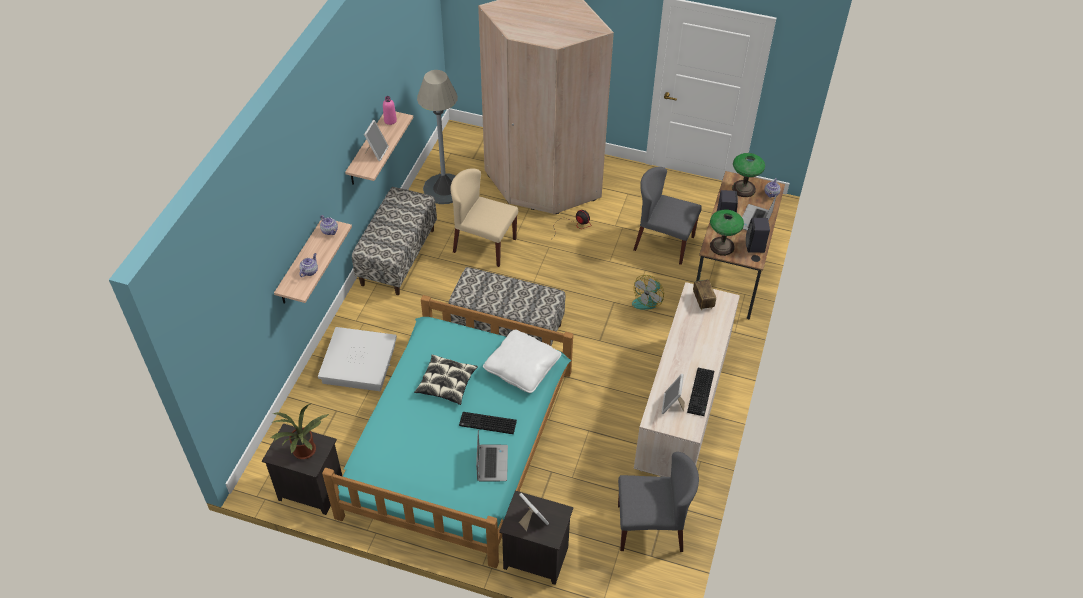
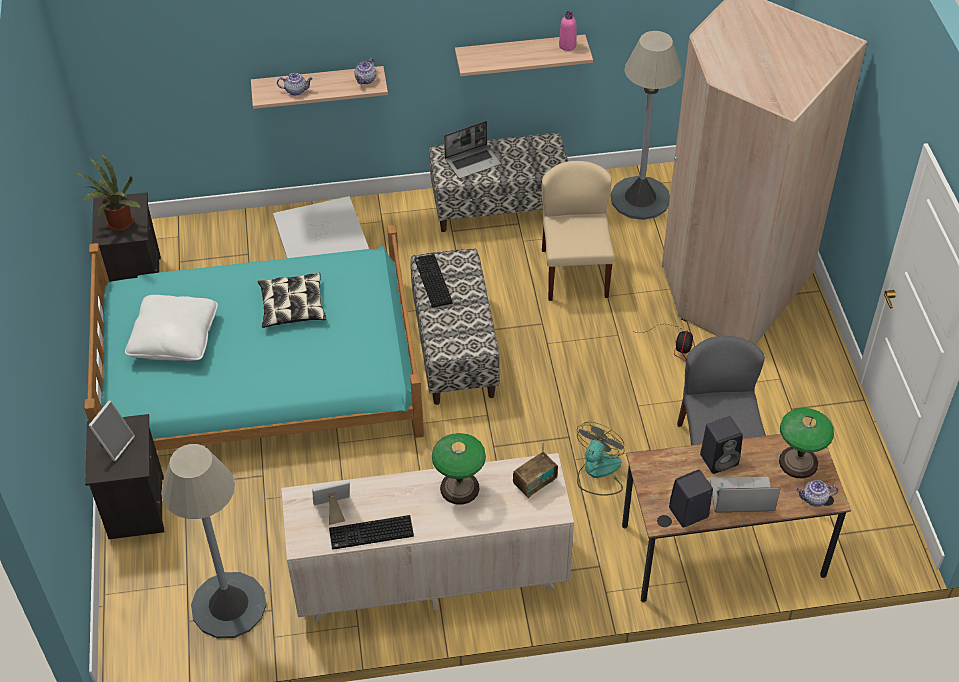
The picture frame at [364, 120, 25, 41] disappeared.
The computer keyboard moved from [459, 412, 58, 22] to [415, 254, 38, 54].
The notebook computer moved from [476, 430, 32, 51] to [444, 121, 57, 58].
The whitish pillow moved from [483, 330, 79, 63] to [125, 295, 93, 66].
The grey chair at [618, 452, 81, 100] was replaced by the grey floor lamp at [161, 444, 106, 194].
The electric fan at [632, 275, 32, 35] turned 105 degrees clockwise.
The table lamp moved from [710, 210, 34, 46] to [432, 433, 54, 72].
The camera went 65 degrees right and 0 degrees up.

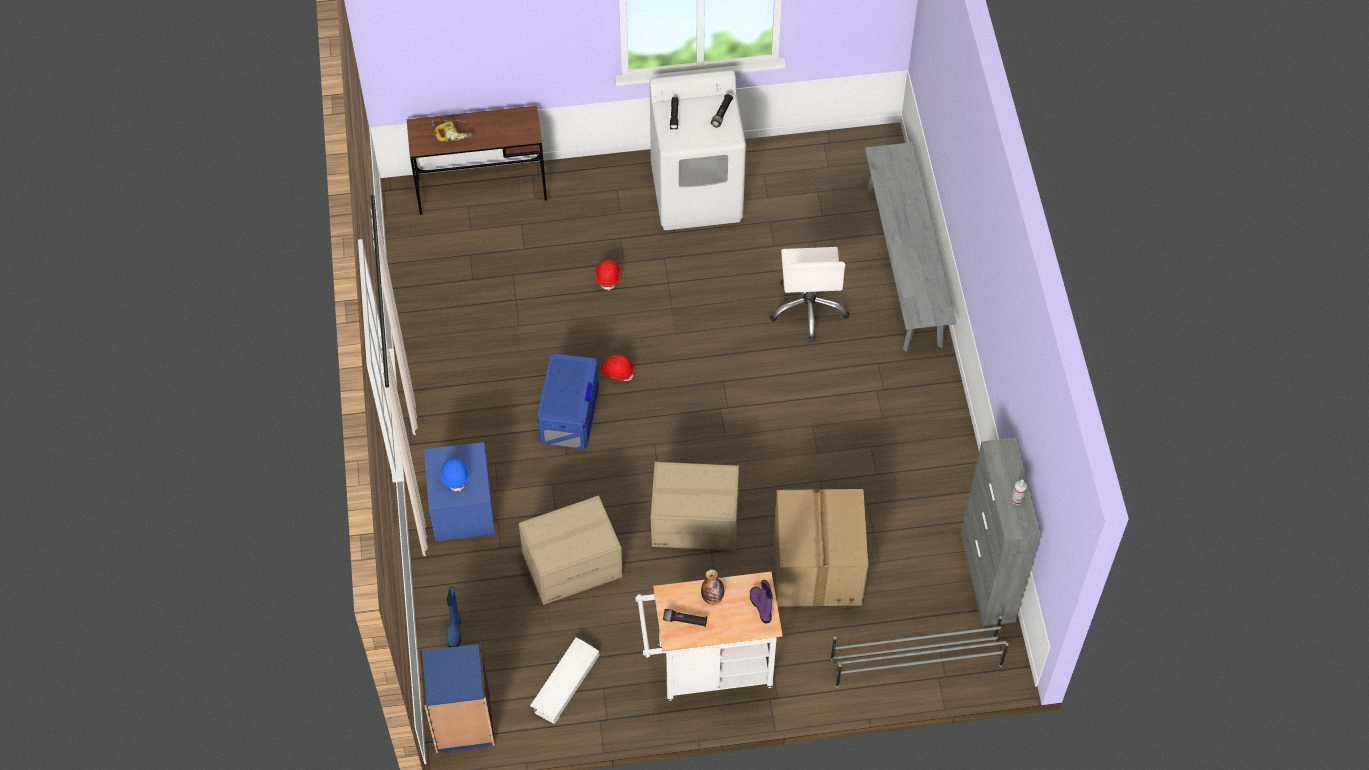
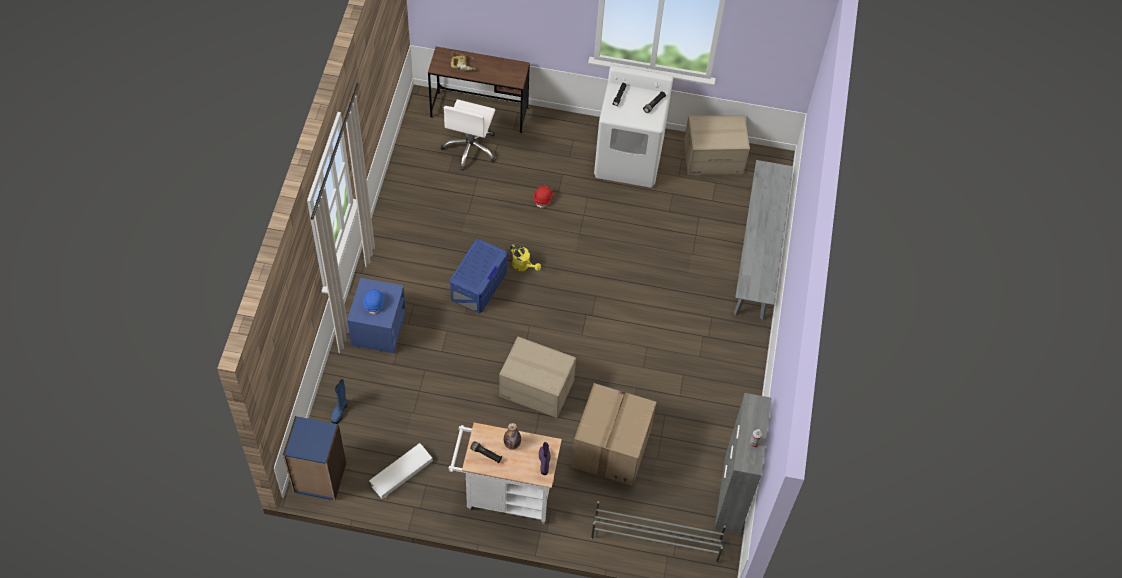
The packing box moved from [519, 496, 104, 109] to [684, 115, 66, 60].
The red work helmet at [600, 354, 34, 27] was replaced by the yellow-coloured sprinkling can at [510, 244, 31, 27].
The whitish computer chair moved from [770, 247, 79, 95] to [441, 99, 55, 72].
The camera went 15 degrees right and 0 degrees up.

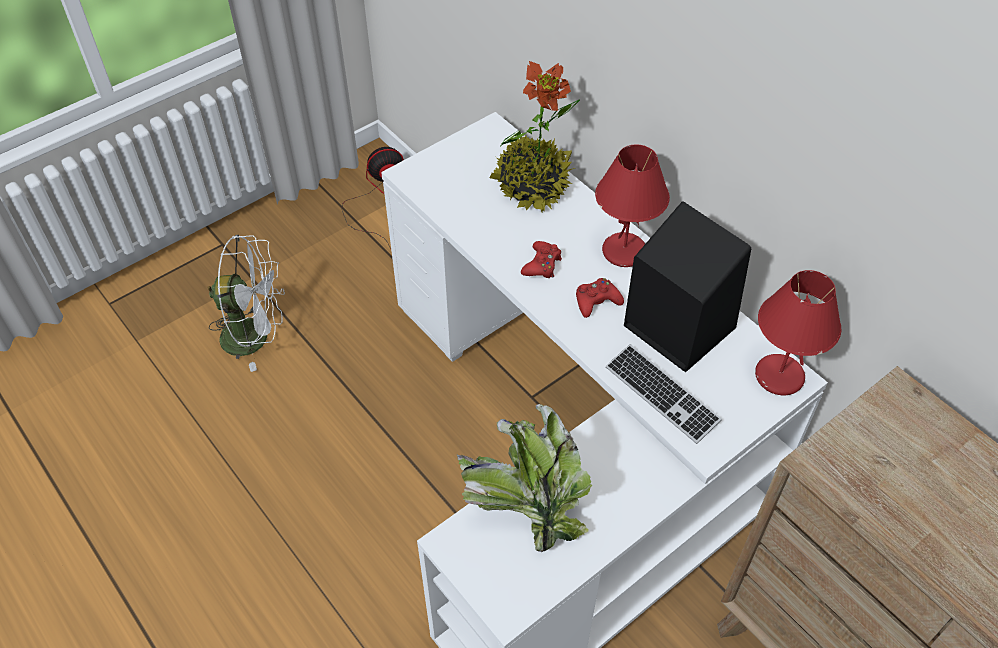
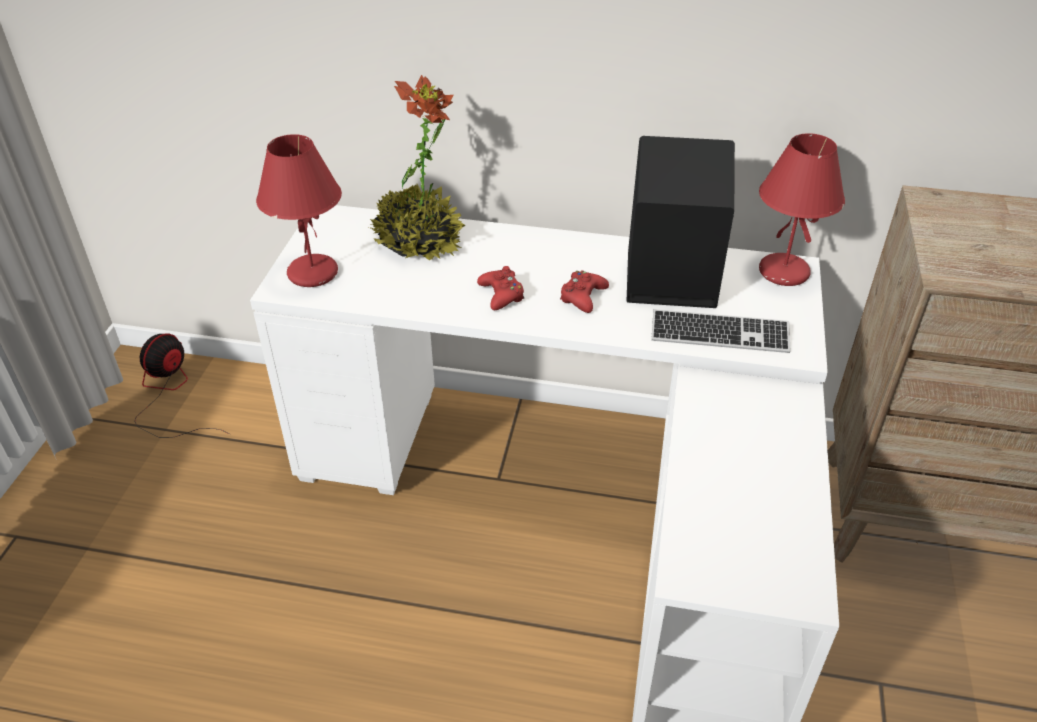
The whitish electric fan at [207, 235, 78, 137] disappeared.
The houseplant at [457, 404, 135, 148] disappeared.
The red table lamp moved from [595, 145, 75, 122] to [256, 134, 86, 153].
The camera went 40 degrees left and 10 degrees down.

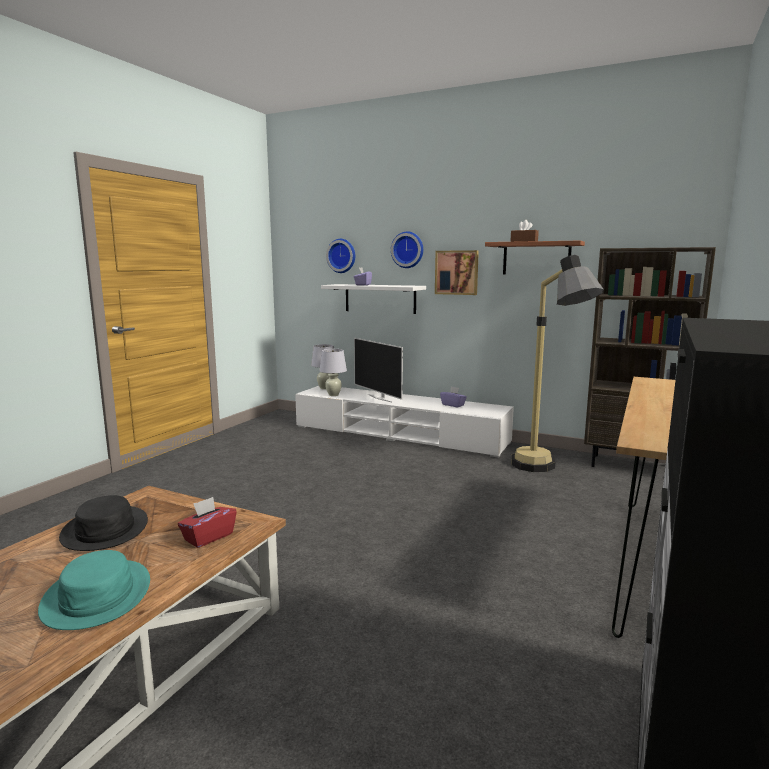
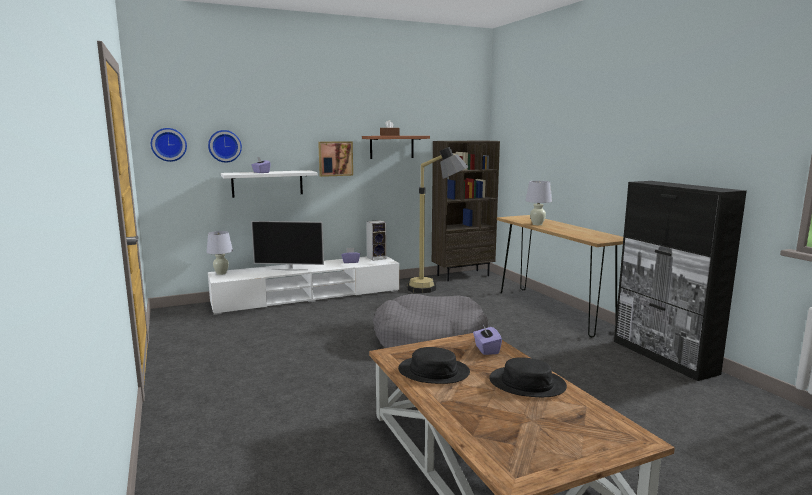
The turquoise wearable hat at [38, 550, 112, 80] became the black wearable hat at [489, 357, 78, 40].
The red box of tissues at [178, 497, 59, 51] became the purplish box of tissues at [473, 325, 29, 30].
The whitish table lamp moved from [319, 349, 28, 47] to [525, 181, 27, 44].
The hanging clock moved from [391, 231, 32, 37] to [151, 128, 36, 34].
The audio speaker at [366, 220, 21, 41] appeared.
The grey pet bed at [373, 294, 115, 54] appeared.
The camera went 50 degrees left and 0 degrees up.

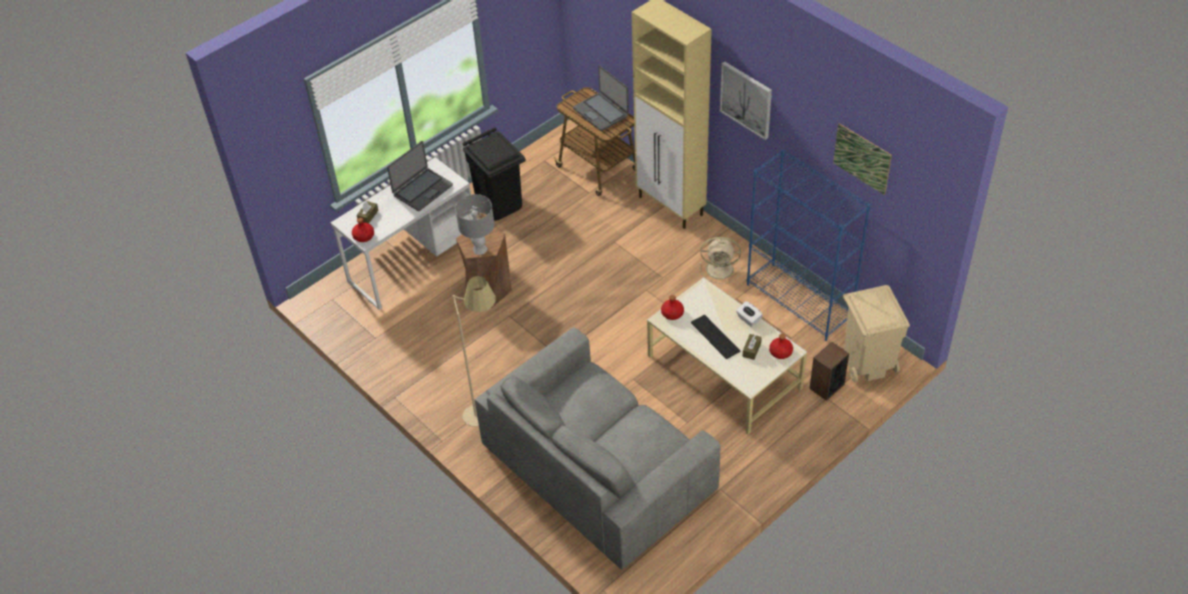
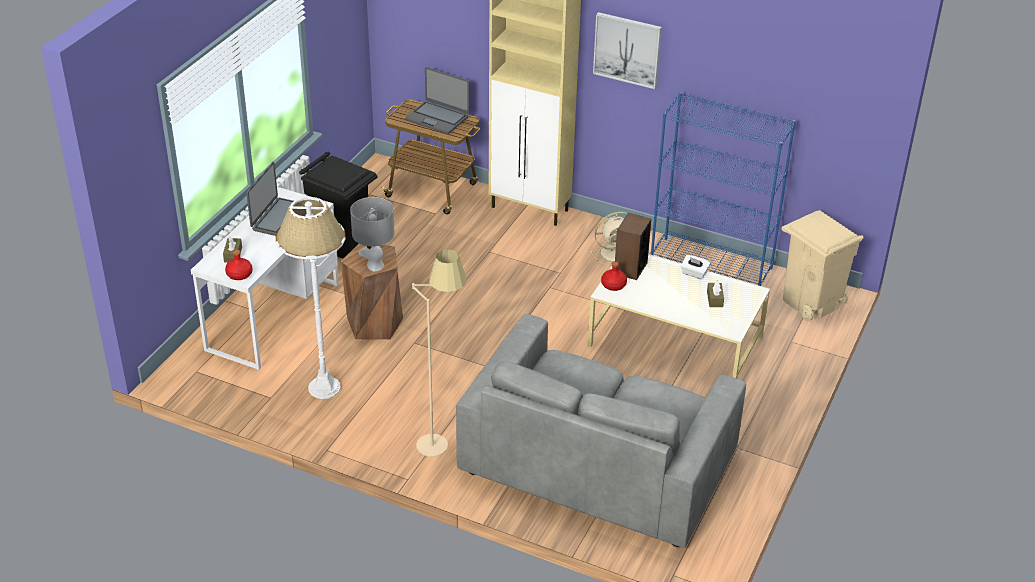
The computer keyboard at [691, 315, 49, 44] disappeared.
The red drink bottle at [769, 334, 24, 25] disappeared.
The audio speaker moved from [810, 342, 39, 59] to [615, 213, 36, 67].
The wall art at [833, 123, 59, 72] disappeared.
The whitish floor lamp at [276, 197, 70, 202] appeared.
The camera went 25 degrees left and 10 degrees down.

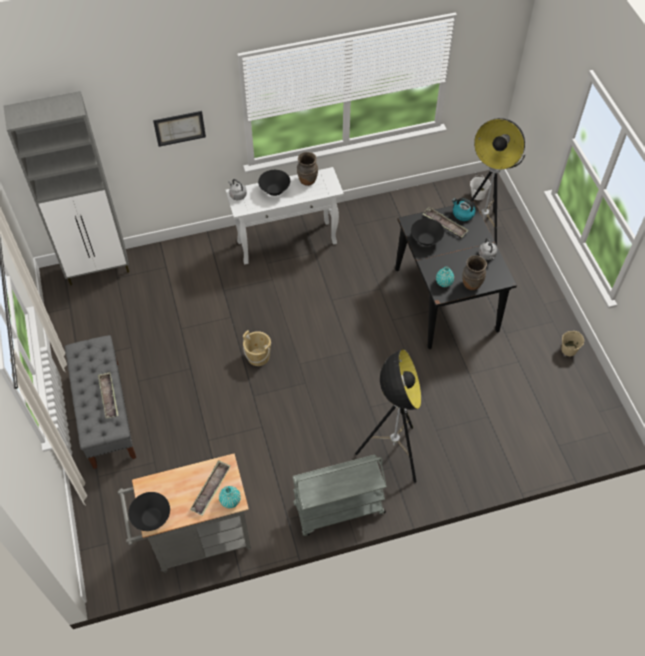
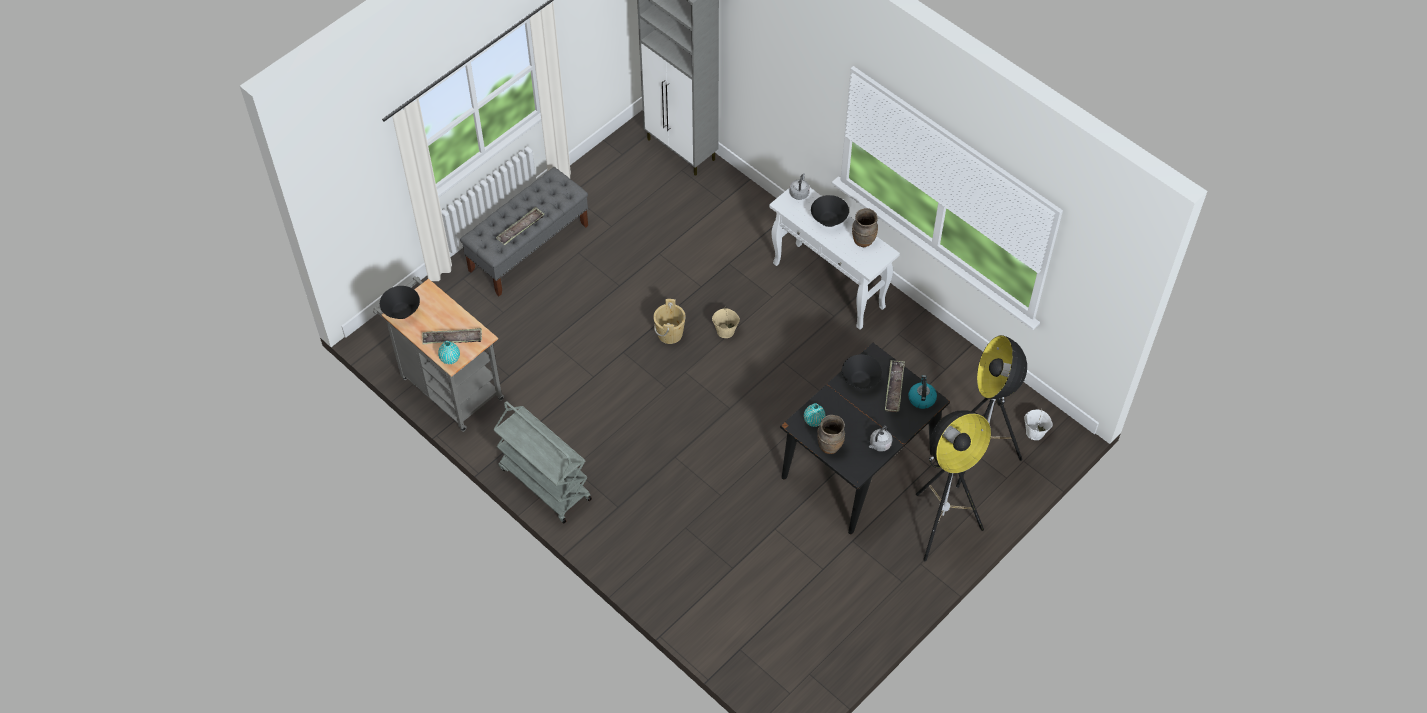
The wall art at [153, 111, 53, 36] disappeared.
The floor lamp moved from [355, 349, 66, 134] to [916, 410, 75, 151].
The beige-coloured bucket moved from [561, 331, 23, 25] to [712, 307, 28, 31].
The camera went 60 degrees right and 0 degrees up.

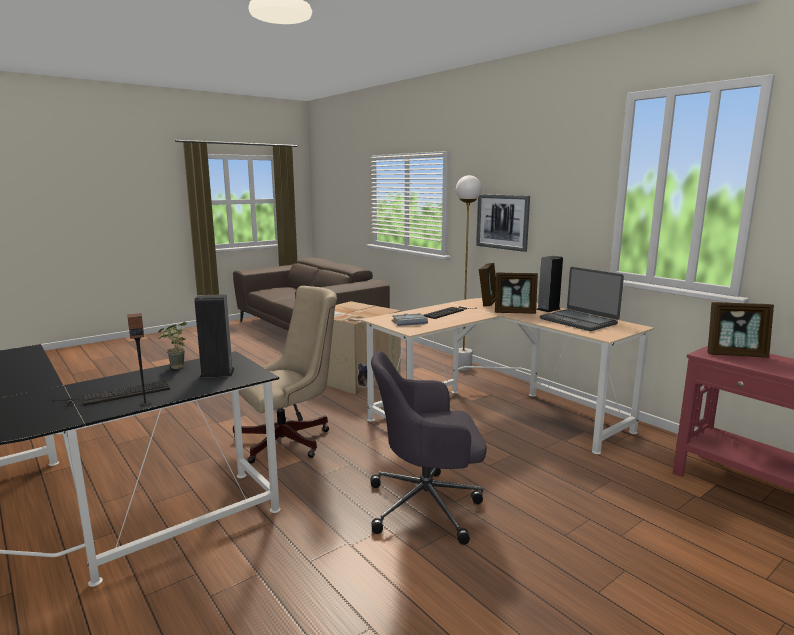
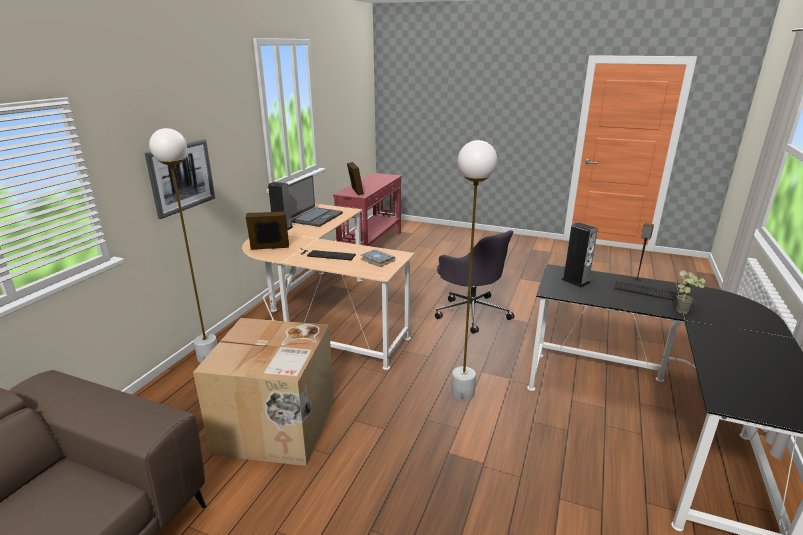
The houseplant moved from [158, 322, 29, 47] to [676, 270, 29, 44].
The beige-coloured computer chair at [233, 286, 104, 177] was replaced by the whitish floor lamp at [451, 140, 46, 260].
The picture frame at [495, 272, 43, 42] disappeared.
The camera went 120 degrees left and 10 degrees up.

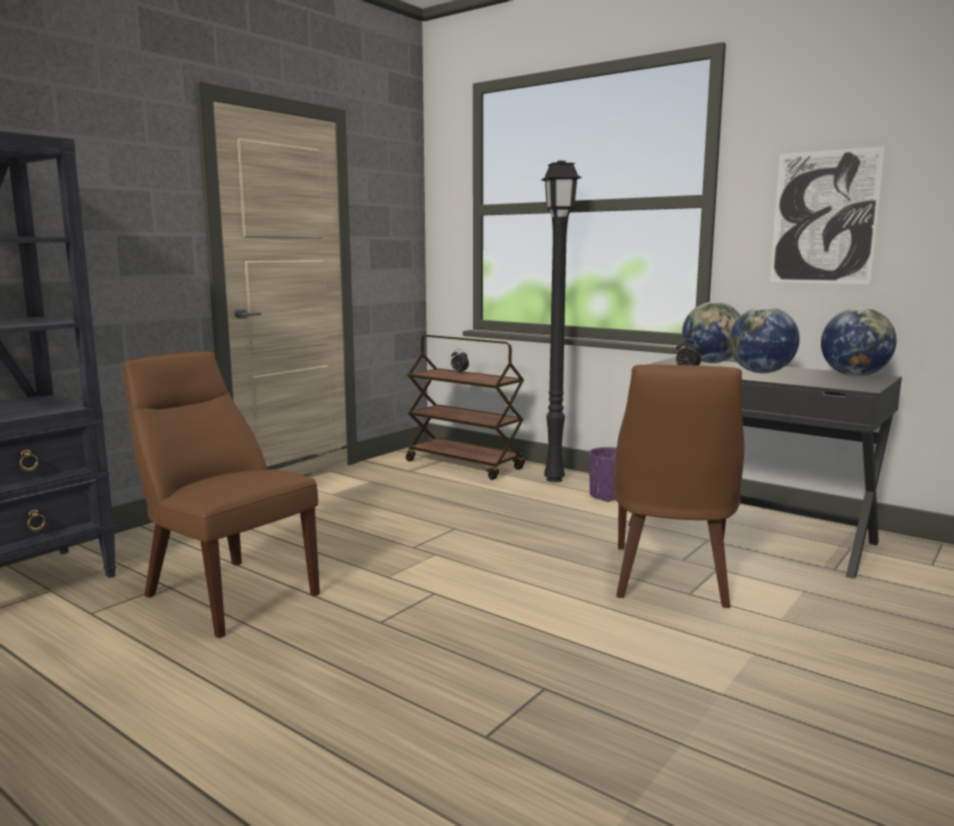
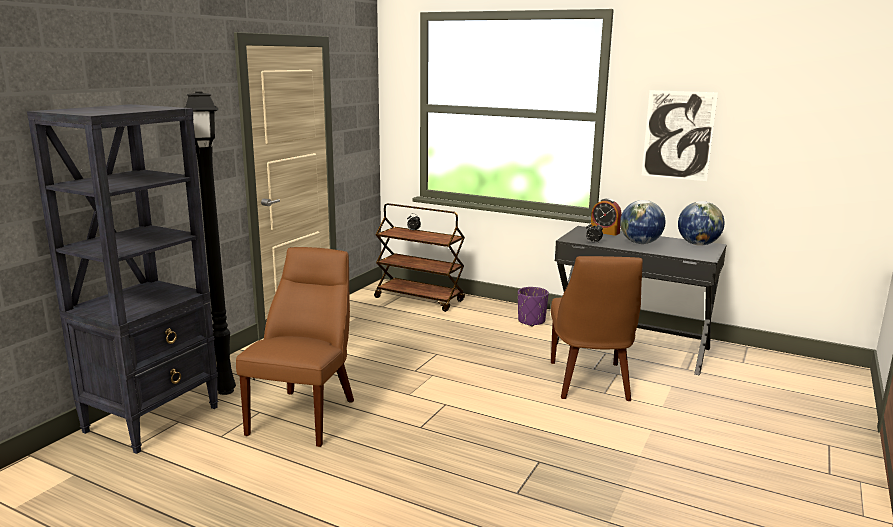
The brown chair at [123, 351, 197, 287] turned 75 degrees clockwise.
The black floor lamp moved from [541, 161, 41, 321] to [184, 91, 52, 304].
The desk globe at [682, 302, 59, 61] was replaced by the table clock at [591, 198, 31, 38].
The camera went 10 degrees left and 5 degrees up.

